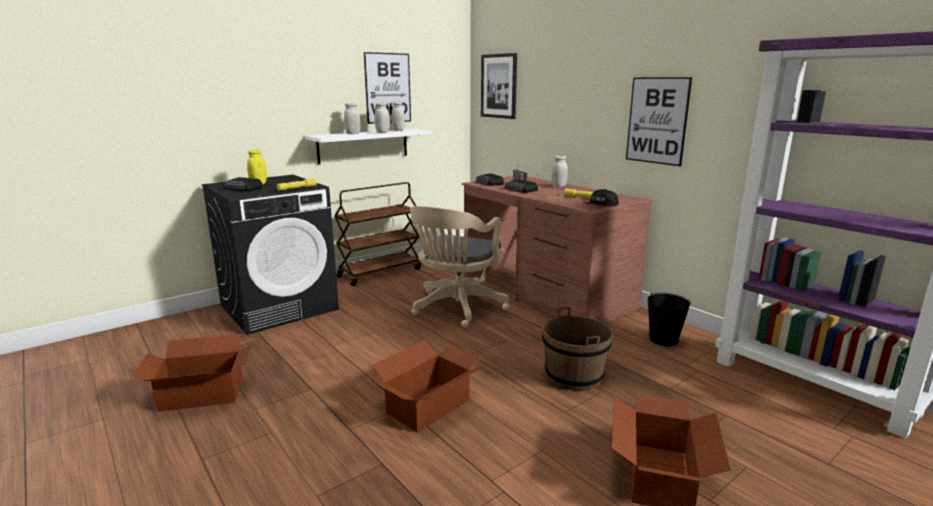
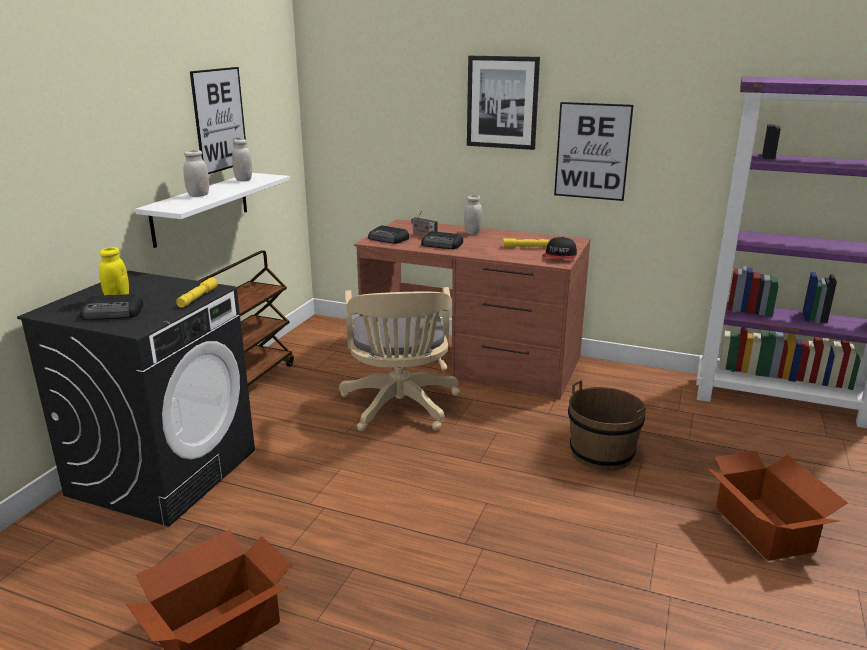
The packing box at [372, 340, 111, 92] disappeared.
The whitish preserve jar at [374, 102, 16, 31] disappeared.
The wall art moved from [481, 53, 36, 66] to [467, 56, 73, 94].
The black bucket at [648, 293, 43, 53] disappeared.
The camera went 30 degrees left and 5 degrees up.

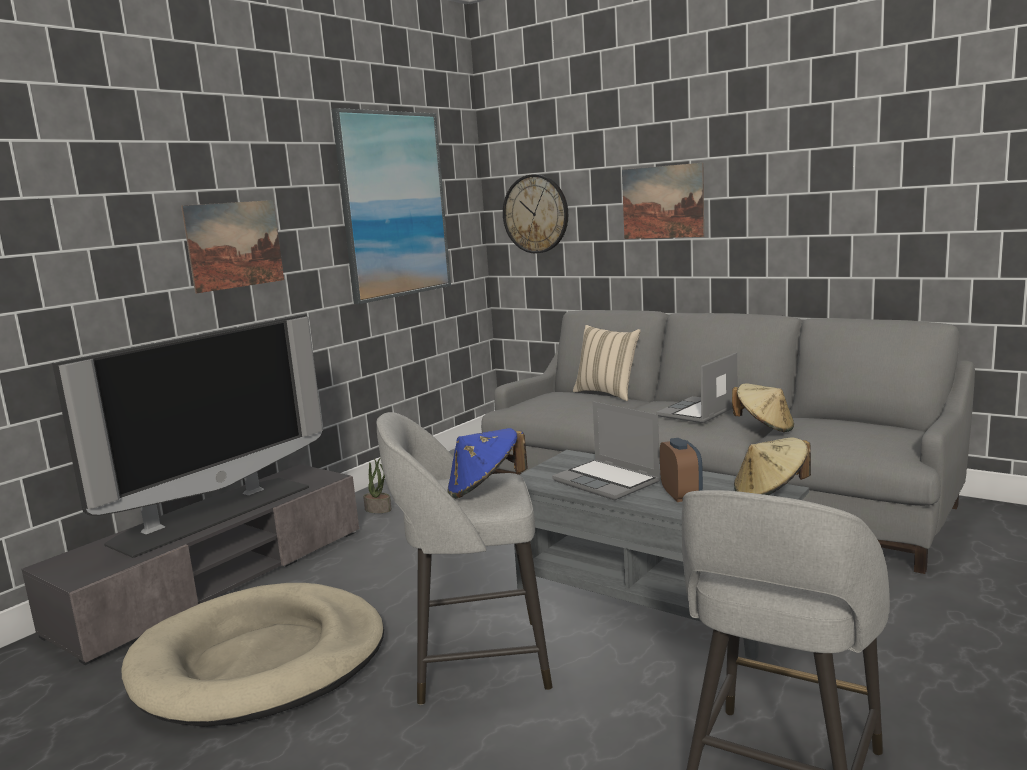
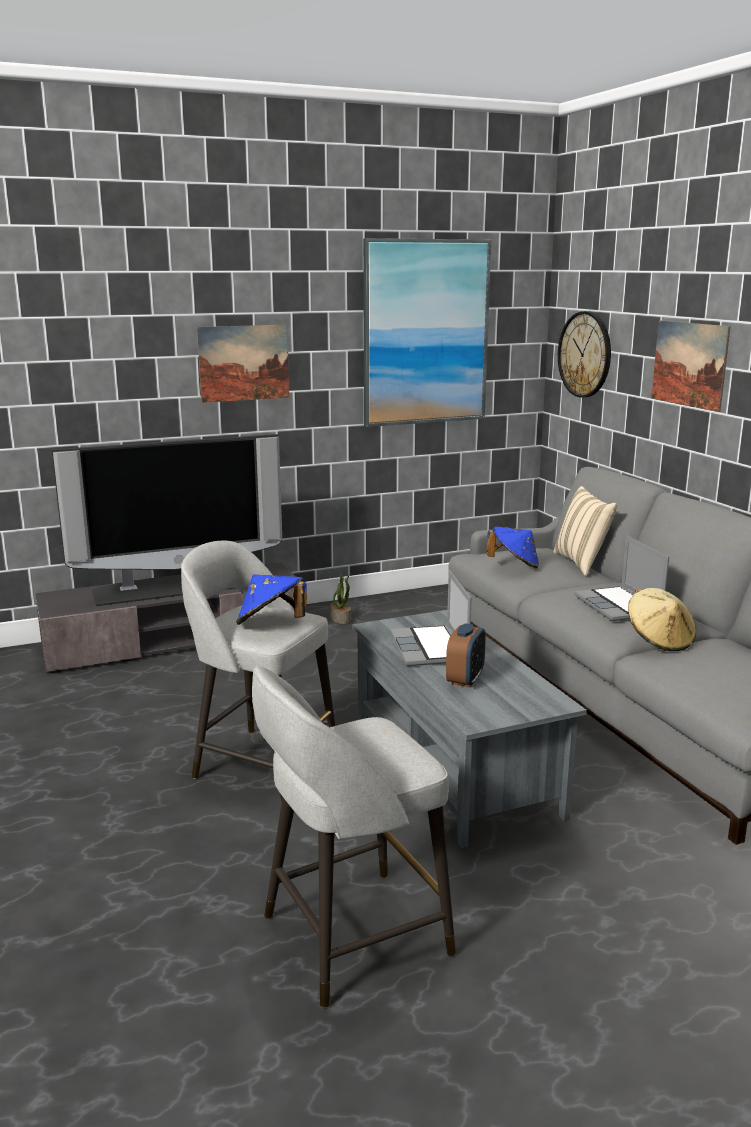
The beige-coloured pet bed at [121, 583, 263, 144] disappeared.
The notebook computer at [656, 352, 81, 71] turned 90 degrees counterclockwise.
The beige-coloured wearable hat at [734, 437, 77, 58] disappeared.
The blue-coloured wearable hat at [487, 527, 52, 41] appeared.
The camera went 30 degrees right and 5 degrees up.

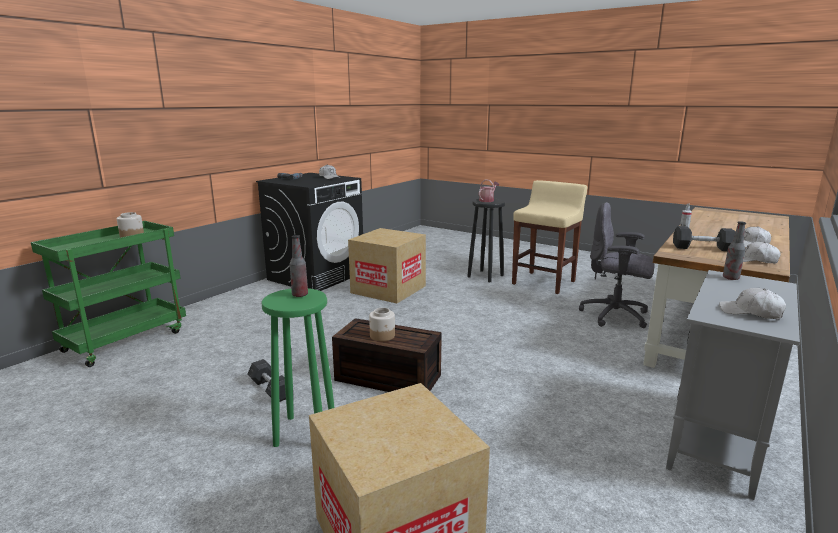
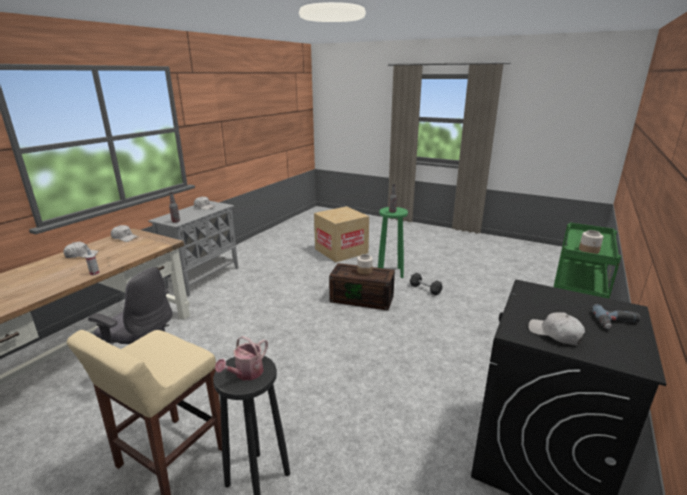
The packing box at [348, 228, 78, 75] disappeared.
The grey dumbbell at [673, 226, 63, 25] disappeared.
The camera went 175 degrees right and 5 degrees up.

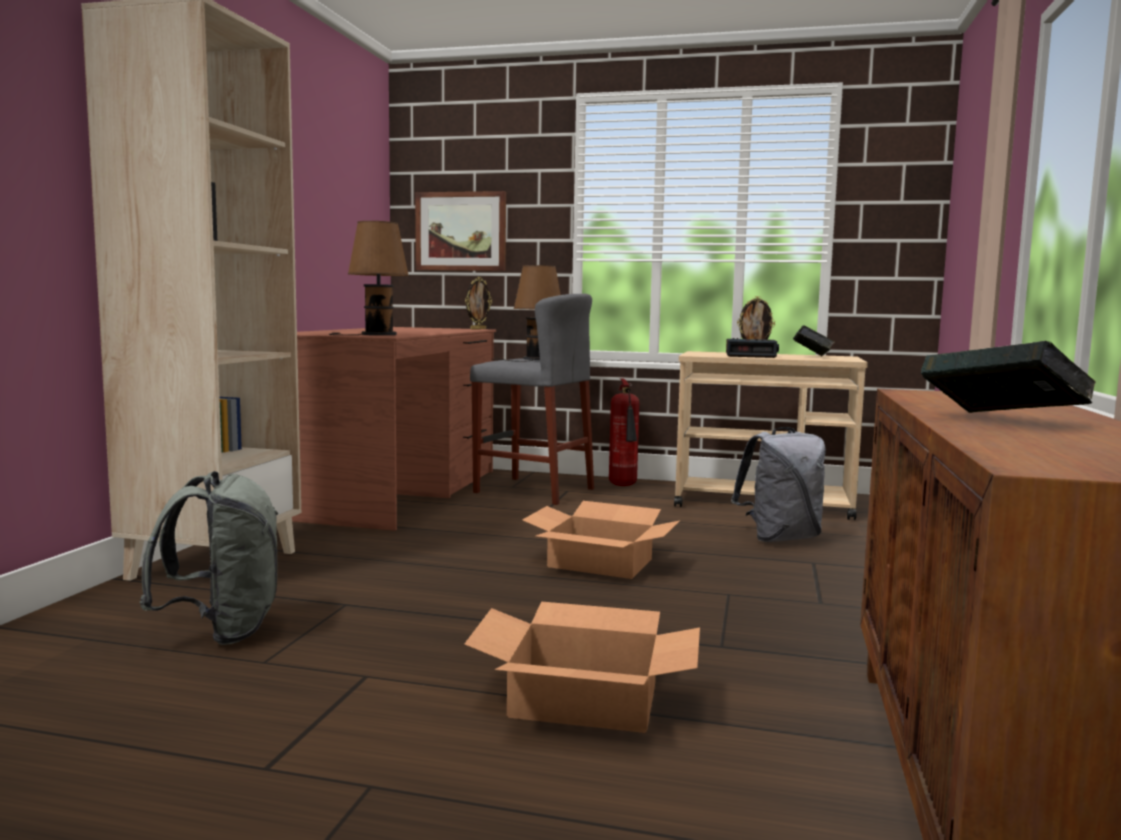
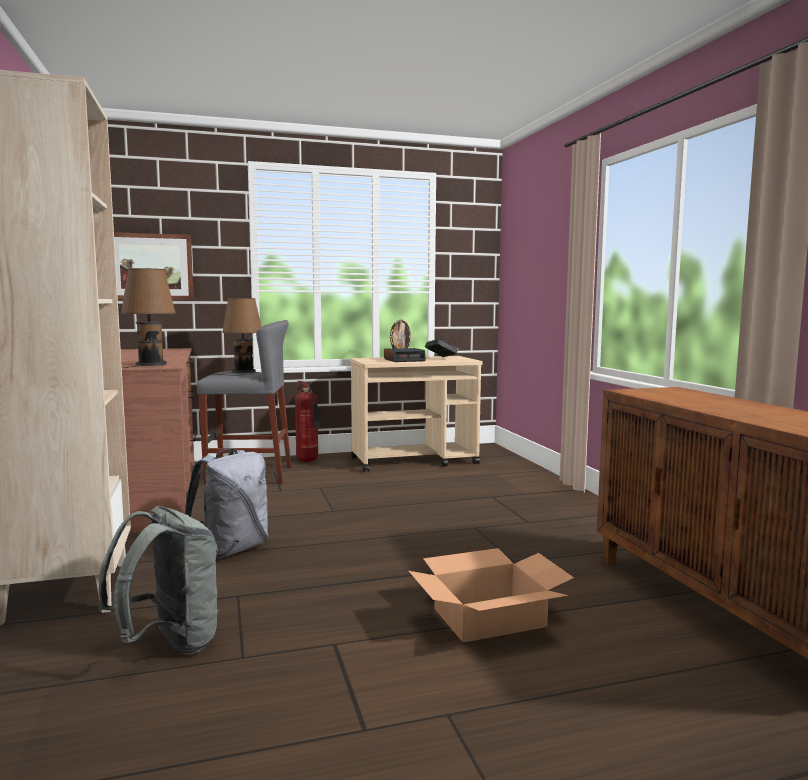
The picture frame at [465, 277, 27, 52] disappeared.
The packing box at [522, 501, 158, 78] disappeared.
The grey backpack moved from [731, 427, 95, 115] to [185, 448, 83, 110].
The volume at [921, 341, 175, 72] disappeared.
The camera went 30 degrees left and 0 degrees up.

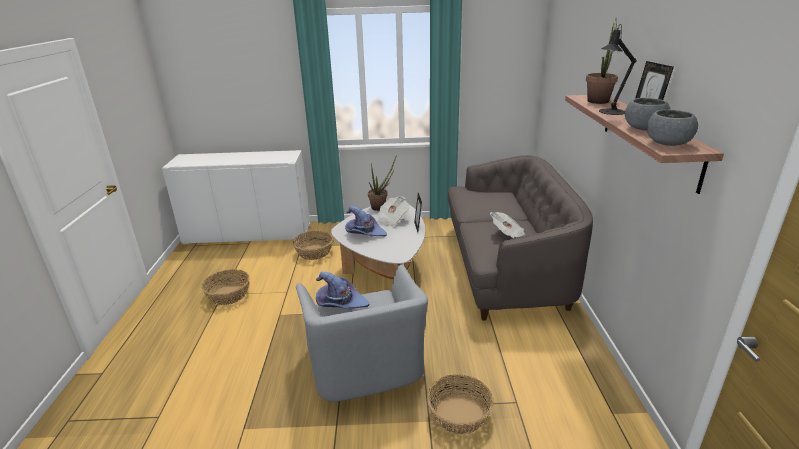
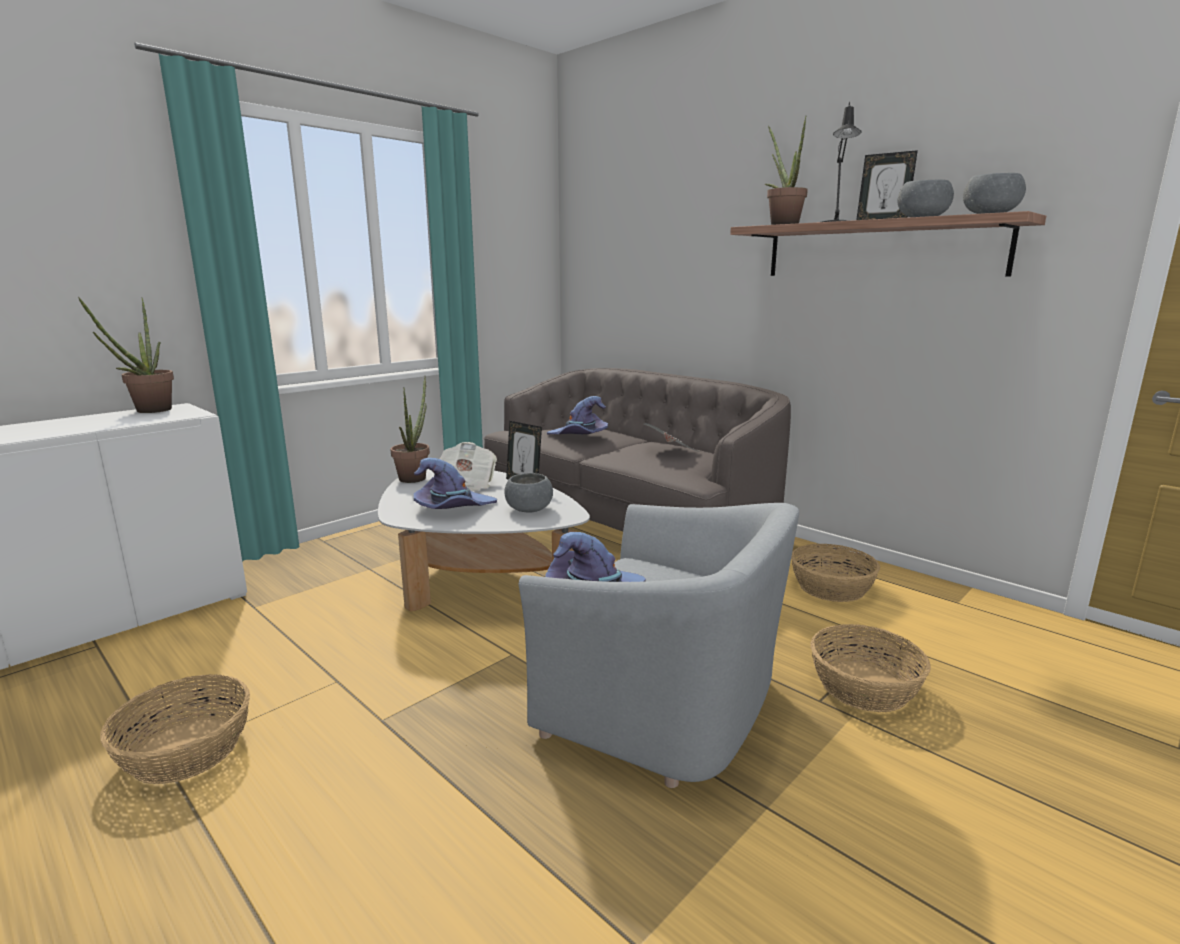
The storage basket moved from [293, 231, 40, 29] to [791, 544, 89, 58].
The houseplant at [78, 297, 96, 116] appeared.
The grey bowl at [505, 473, 48, 39] appeared.
The purplish wearable hat at [547, 396, 61, 39] appeared.
The camera went 45 degrees left and 10 degrees down.

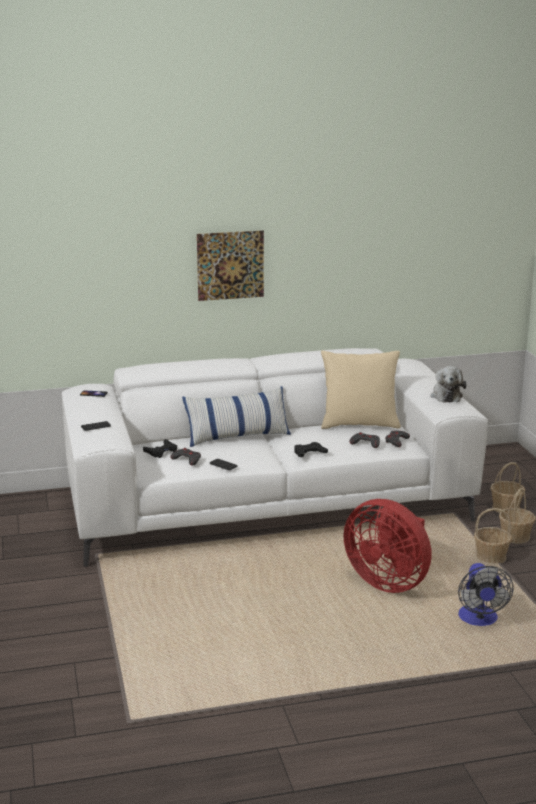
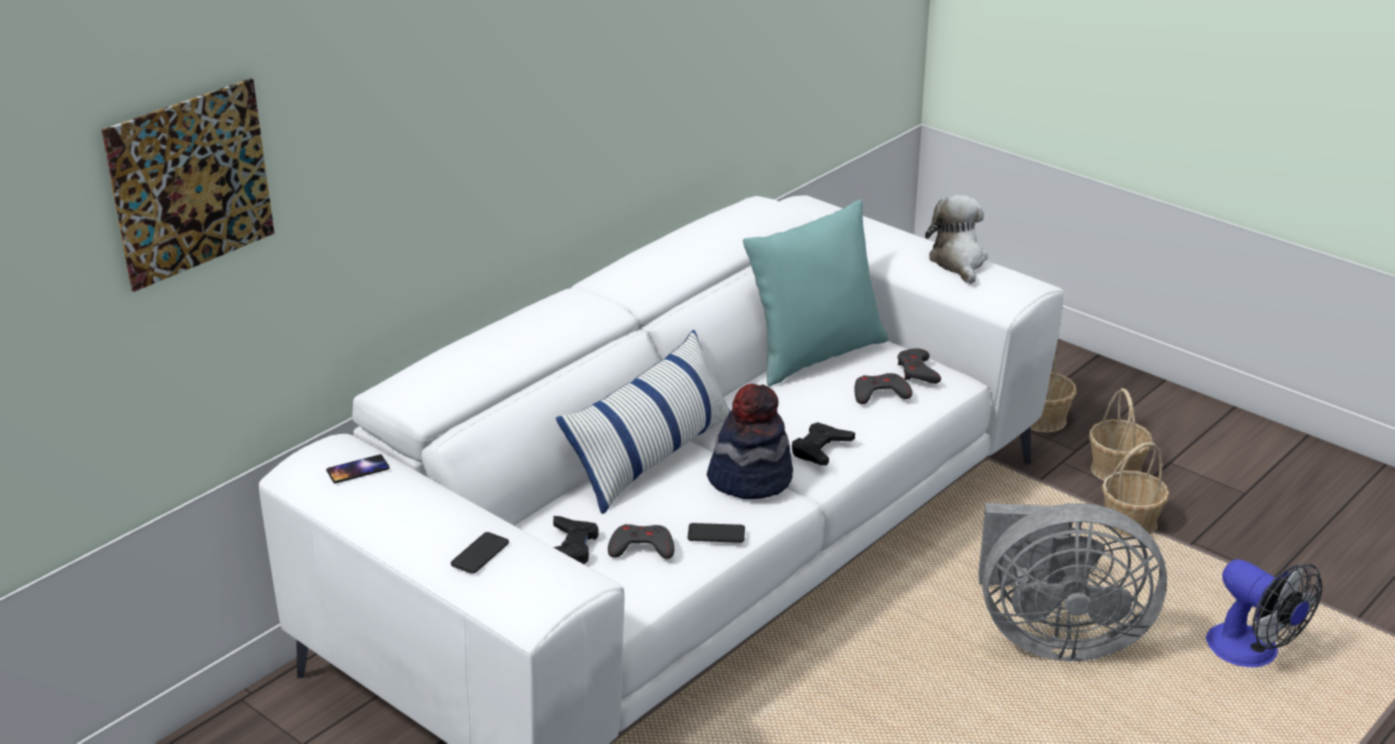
The wall art moved from [197, 231, 67, 70] to [102, 78, 172, 214].
The beige-coloured pillow at [321, 351, 80, 78] became the turquoise pillow at [743, 200, 145, 186].
The red electric fan at [344, 499, 88, 94] became the grey electric fan at [978, 503, 189, 158].
The cuddly toy at [431, 366, 35, 37] turned 150 degrees counterclockwise.
The wearable hat at [707, 384, 86, 115] appeared.
The camera went 35 degrees left and 10 degrees up.

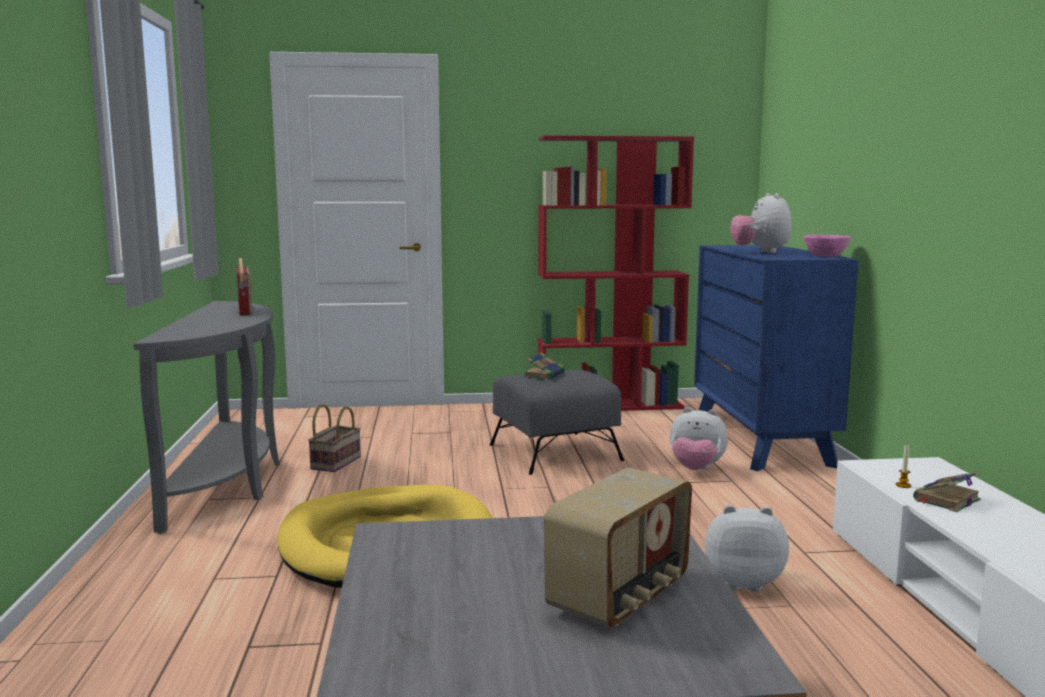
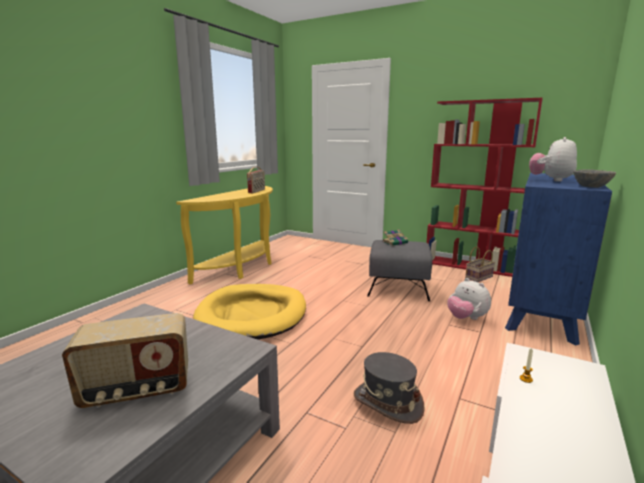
The grey console table at [134, 301, 146, 233] became the yellow-coloured console table at [176, 186, 97, 98].
The storage basket moved from [308, 404, 53, 68] to [465, 247, 30, 35].
The cuddly toy at [705, 505, 84, 87] was replaced by the grey wearable hat at [354, 352, 71, 72].
The pinkish bowl at [803, 234, 49, 23] became the grey bowl at [573, 169, 43, 19].
The volume at [913, 471, 68, 41] disappeared.
The camera went 35 degrees right and 5 degrees up.

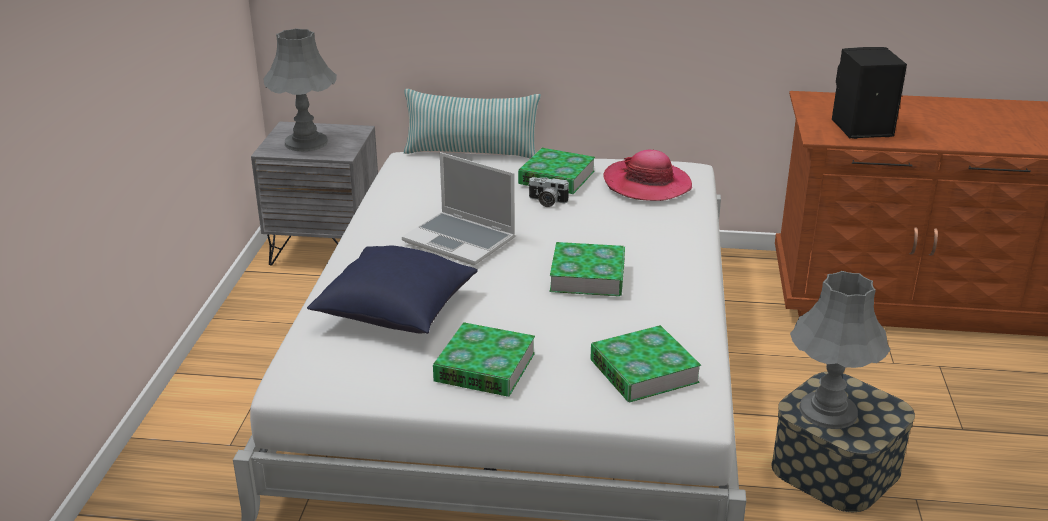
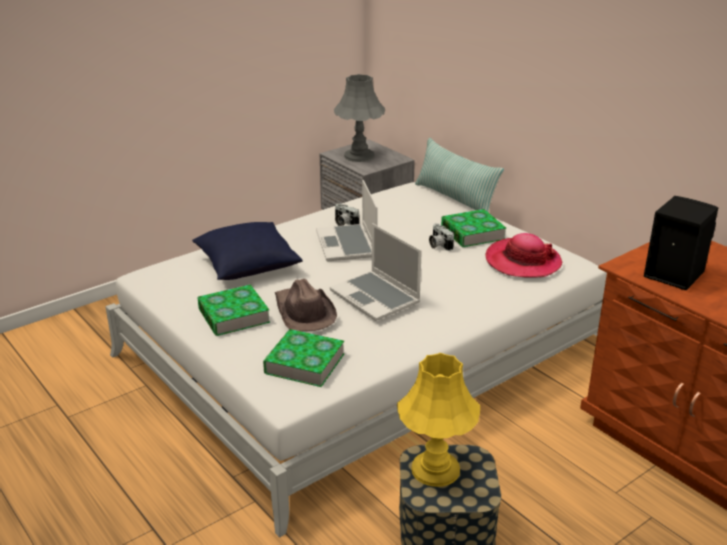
The volume at [550, 242, 75, 54] was replaced by the notebook computer at [330, 223, 92, 98].
The grey table lamp at [790, 271, 101, 158] became the yellow-coloured table lamp at [397, 353, 83, 134].
The brown wearable hat at [275, 279, 62, 53] appeared.
The photo camera at [335, 203, 24, 23] appeared.
The camera went 45 degrees right and 0 degrees up.

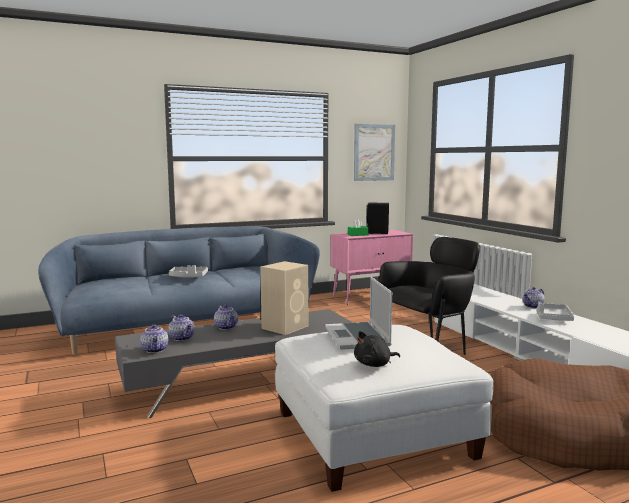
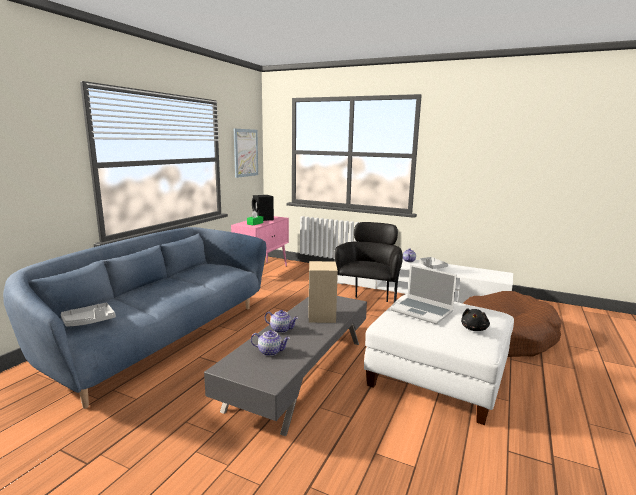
The teapot at [140, 324, 29, 29] disappeared.
The grey tray moved from [169, 265, 39, 13] to [61, 303, 55, 23].
The camera went 40 degrees left and 5 degrees up.

